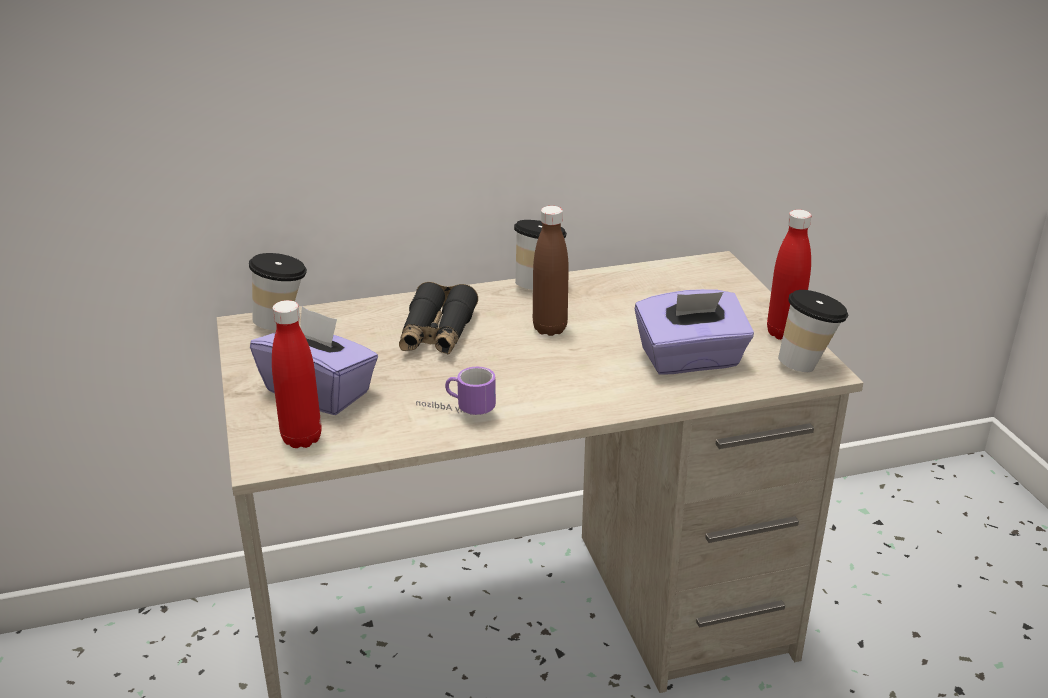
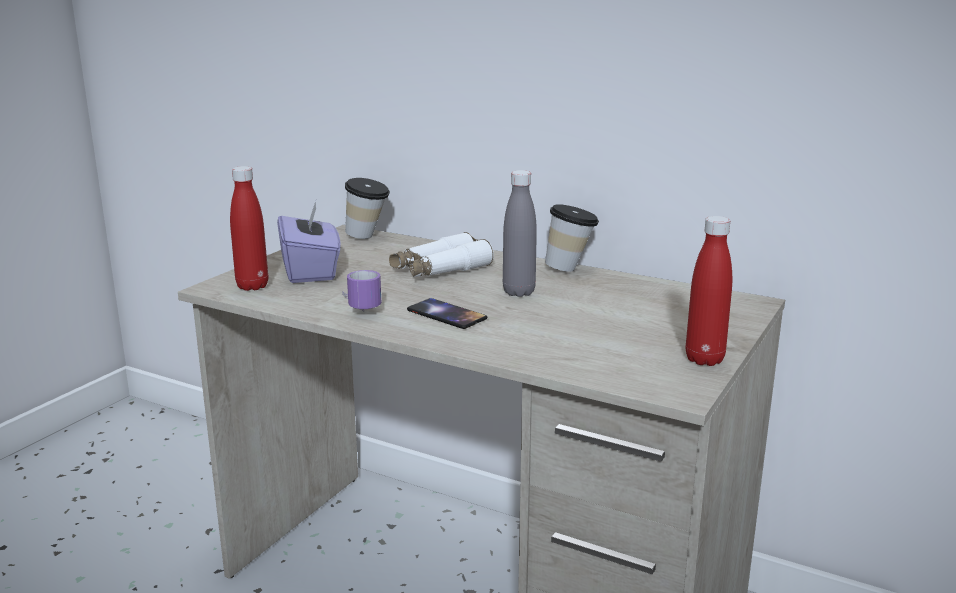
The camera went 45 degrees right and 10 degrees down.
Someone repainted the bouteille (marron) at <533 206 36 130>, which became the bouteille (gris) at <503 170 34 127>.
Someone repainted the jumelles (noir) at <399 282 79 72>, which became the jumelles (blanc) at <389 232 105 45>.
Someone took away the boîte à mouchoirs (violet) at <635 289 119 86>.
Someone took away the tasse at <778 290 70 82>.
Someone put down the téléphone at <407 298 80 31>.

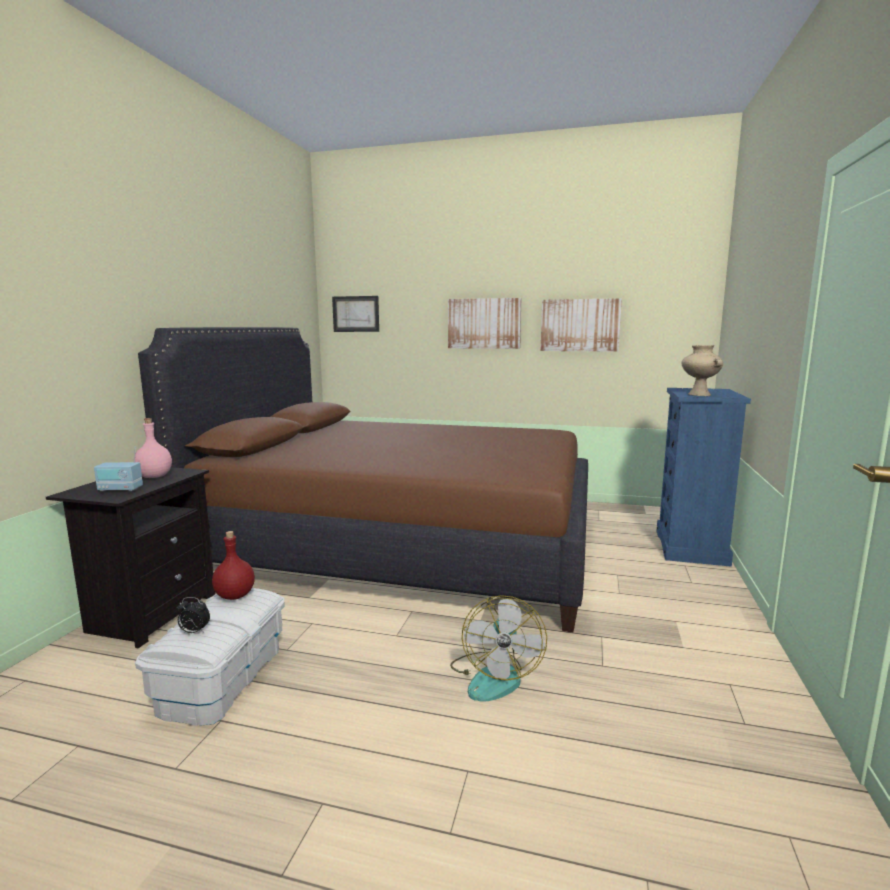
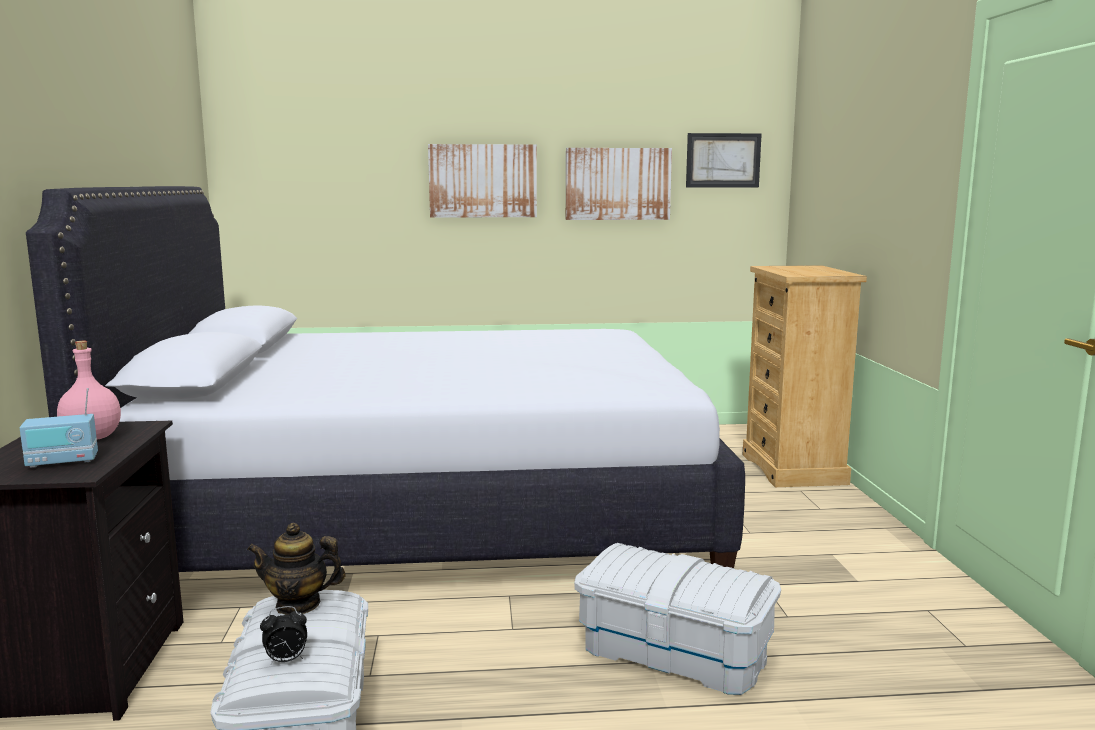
The camera went 20 degrees left and 0 degrees up.
Someone carried the tableau from <332 296 47 36> to <686 133 76 55>.
Someone repainted the lit (marron) at <138 327 450 305>, which became the lit (blanc) at <26 186 719 386>.
Someone took away the vase (beige) at <681 345 42 51>.
Someone repainted the commode (bleu) at <656 388 95 179>, which became the commode (beige) at <743 265 124 222>.
Someone swapped the bouteille (rouge) at <212 531 43 69> for the théière at <247 523 99 91>.
Someone swapped the ventilateur at <450 595 97 107> for the boîte de rangement (blanc) at <574 543 207 152>.

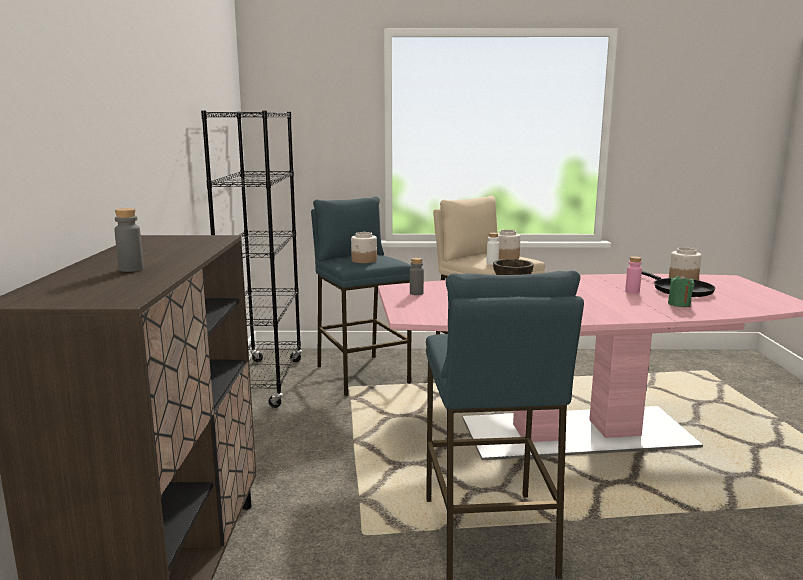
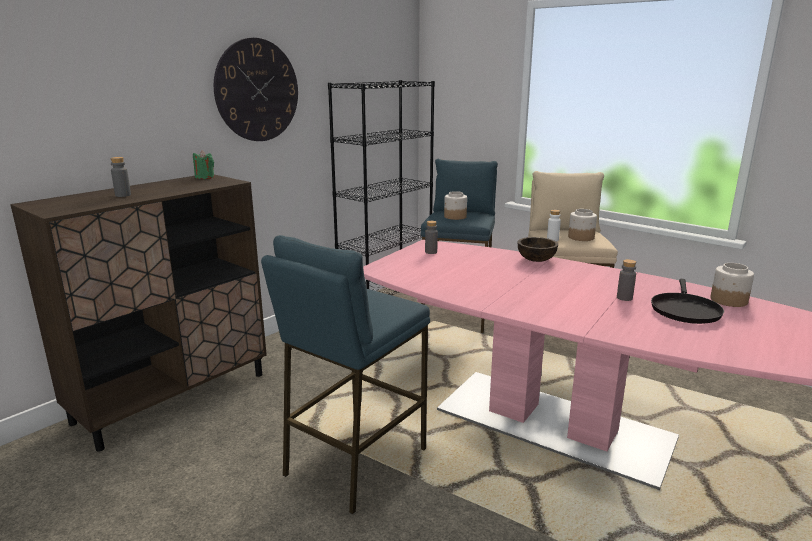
The camera went 40 degrees right and 5 degrees up.
Someone repainted the bouteille (rose) at <625 256 17 38>, which became the bouteille (gris) at <617 259 19 42>.
Someone carried the bougie (vert) from <668 274 26 33> to <193 150 21 29>.
Someone put up the horloge murale at <214 38 84 103>.

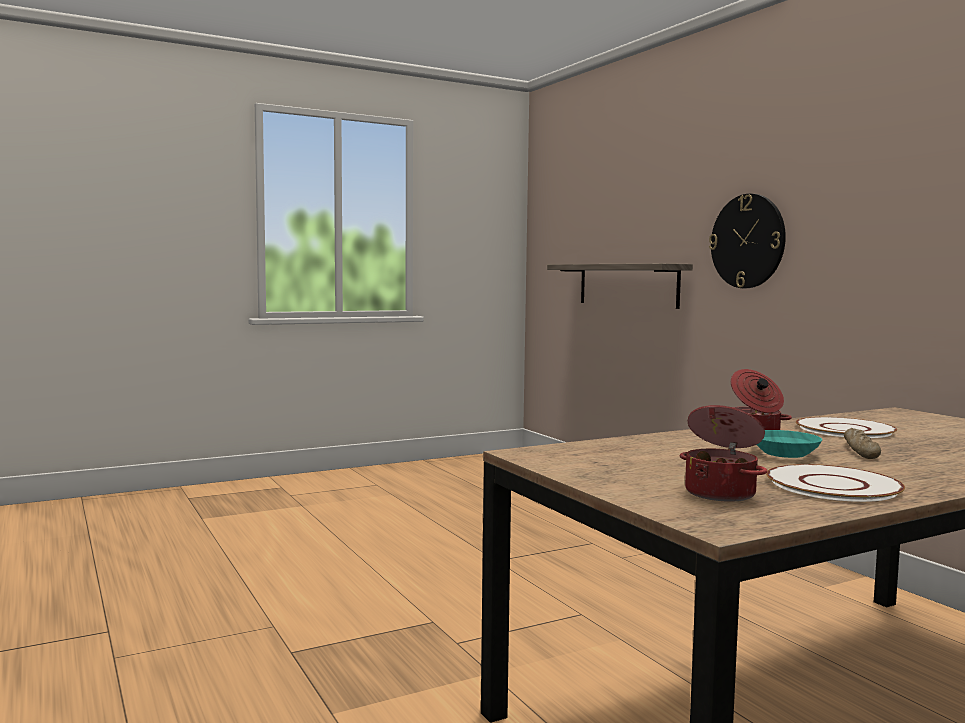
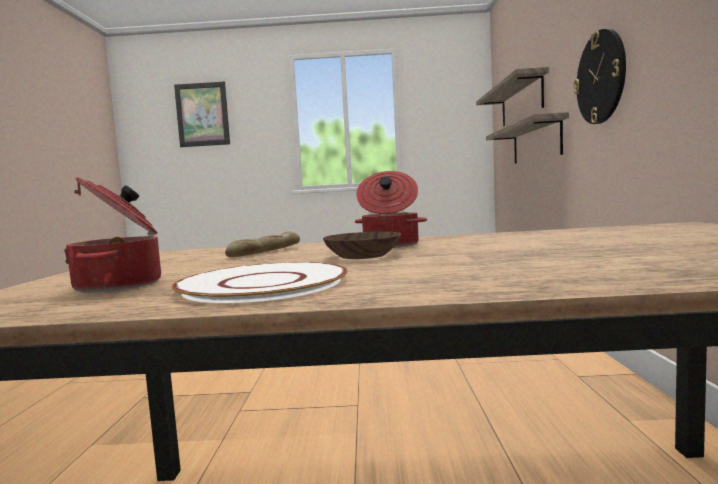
The camera went 30 degrees right and 0 degrees up.
Someone took away the assiette (blanc) at <796 417 101 21>.
Someone carried the pain from <844 428 37 31> to <225 231 75 26>.
Someone repainted the bol (turquoise) at <757 430 65 28>, which became the bol (marron) at <323 232 78 27>.
Someone put up the étagère at <476 67 73 59>.
Someone put up the tableau at <174 82 56 65>.

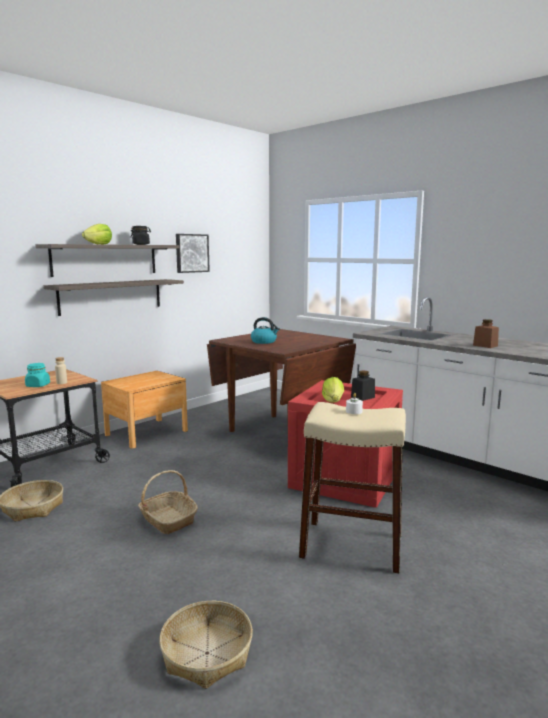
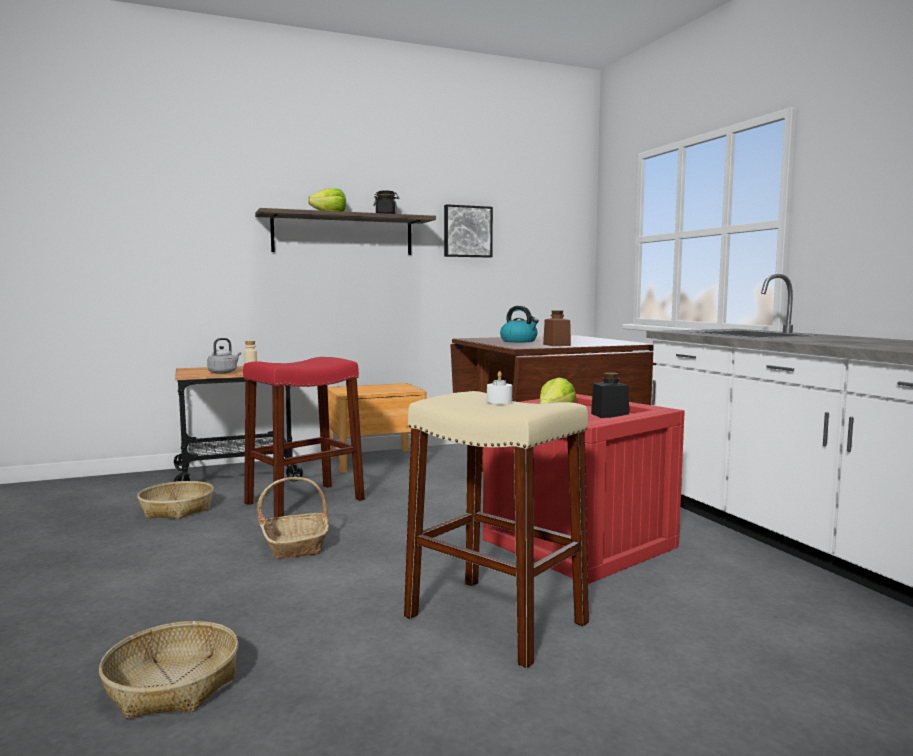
The camera went 25 degrees right and 5 degrees down.
Someone took away the étagère at <44 279 140 37>.
Someone carried the bocal (marron) from <473 319 26 29> to <543 310 28 36>.
Someone swapped the bocal (turquoise) at <25 363 25 24> for the bouilloire (gris) at <207 338 34 36>.
Someone put down the tabouret (rouge) at <243 357 122 161>.

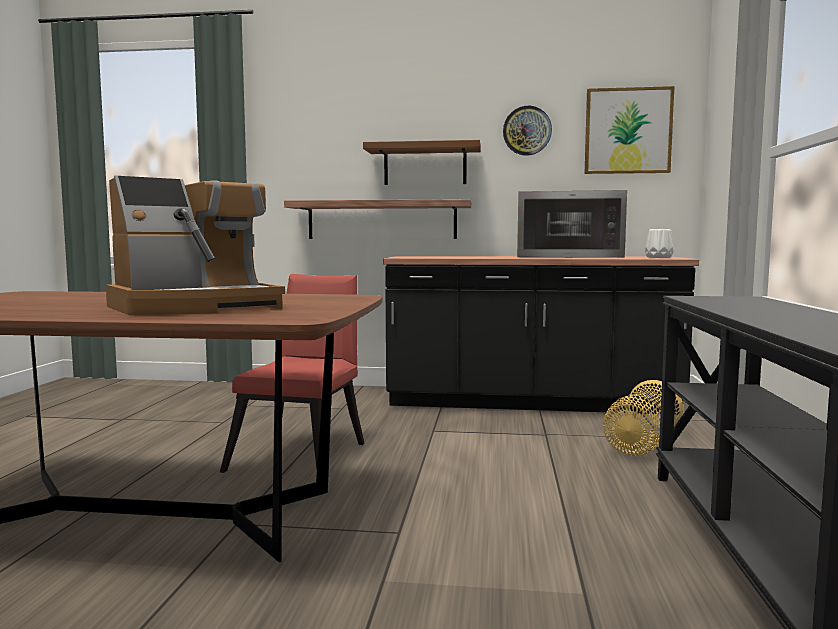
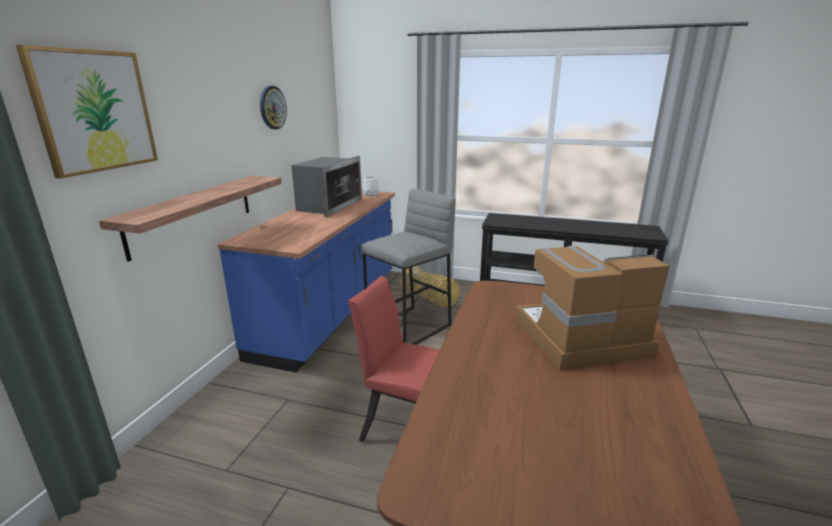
The camera went 80 degrees left and 15 degrees up.
Someone carried the tableau from <585 86 89 88> to <16 45 142 134>.
Someone took away the étagère (marron) at <363 140 118 45>.
Someone rotated the machine à café at <106 176 179 139> by 75 degrees counterclockwise.
Someone repainted the comptoir de cuisine (noir) at <383 255 316 160>, which became the comptoir de cuisine (bleu) at <218 190 177 182>.
Someone put down the tabouret (gris) at <361 189 95 156>.

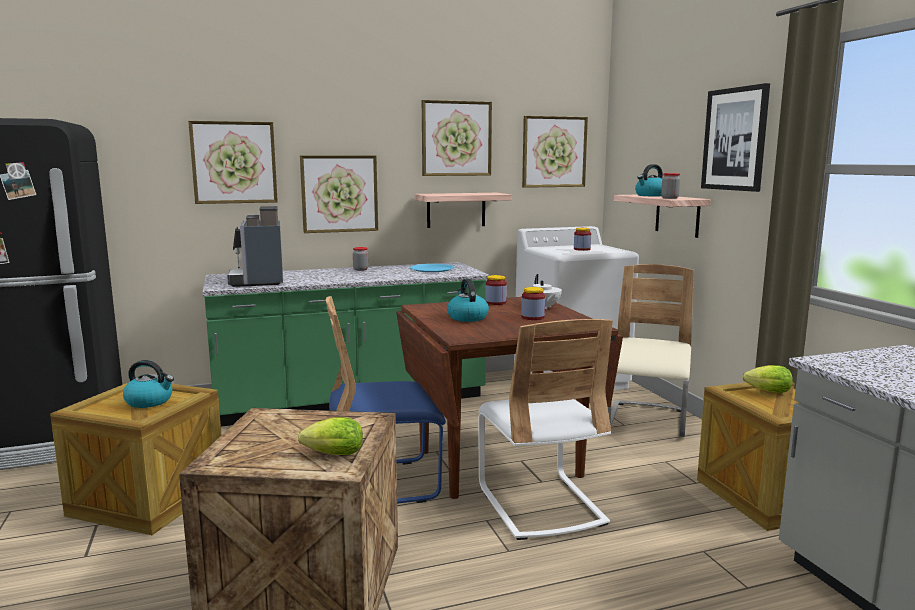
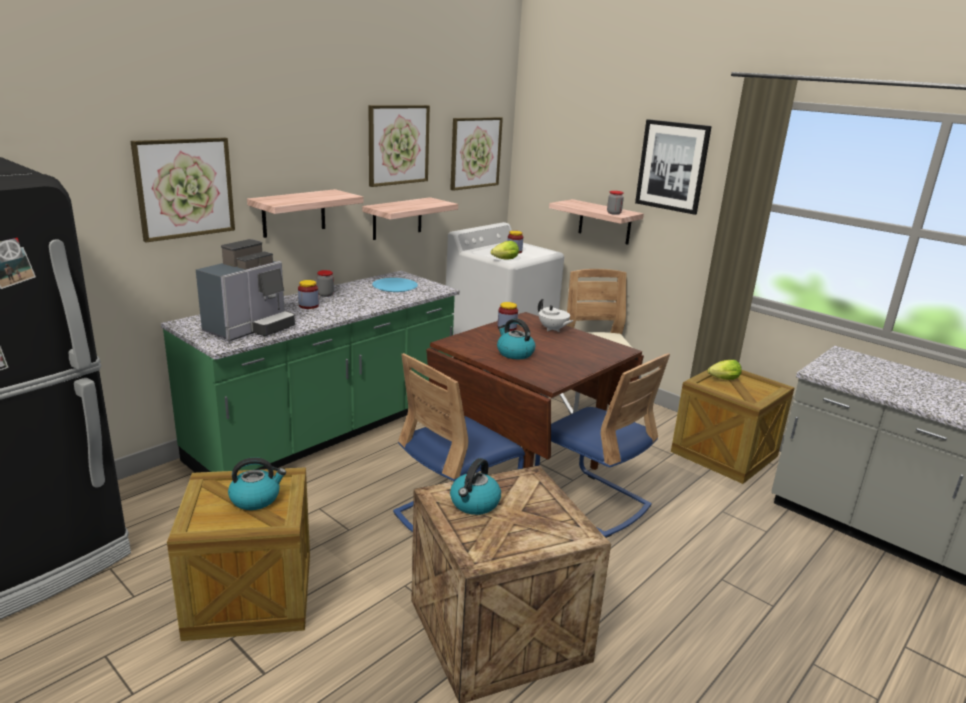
The camera went 30 degrees left and 10 degrees up.
Someone swapped the tableau at <300 155 78 78> for the étagère at <247 189 117 49>.
Someone carried the bouilloire from <635 164 28 32> to <450 458 51 57>.
Someone rotated the machine à café at <227 206 56 81> by 105 degrees counterclockwise.
Someone carried the bocal from <521 287 24 33> to <298 280 21 29>.
Someone repainted the chaise (blanc) at <478 319 135 221>, which became the chaise (bleu) at <535 353 135 185>.
Someone carried the laitue from <298 417 65 38> to <491 241 28 19>.

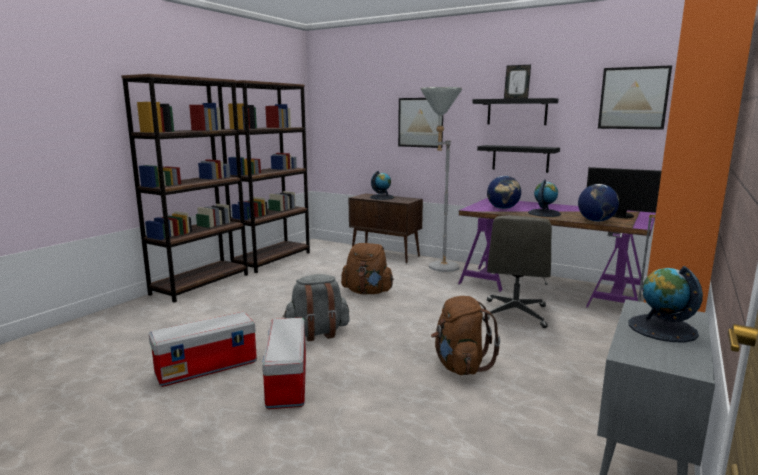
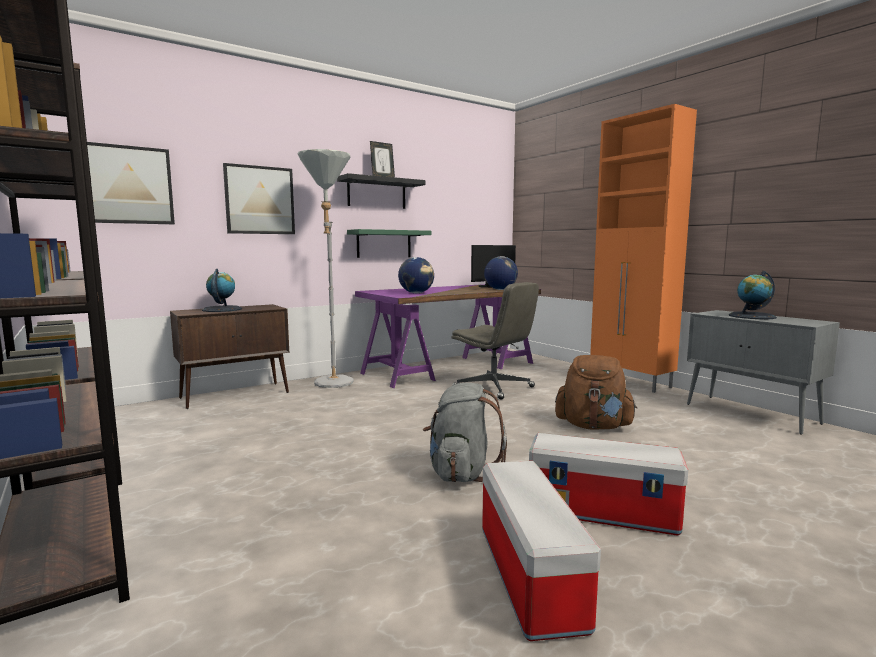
The camera went 65 degrees left and 5 degrees down.
Someone carried the tableau from <598 65 74 65> to <87 142 88 82>.
Someone repainted the étagère (noir) at <477 145 83 28>, which became the étagère (vert) at <347 229 84 29>.
Someone took away the globe at <528 179 33 38>.
Someone took away the sac à dos (marron) at <341 243 53 51>.

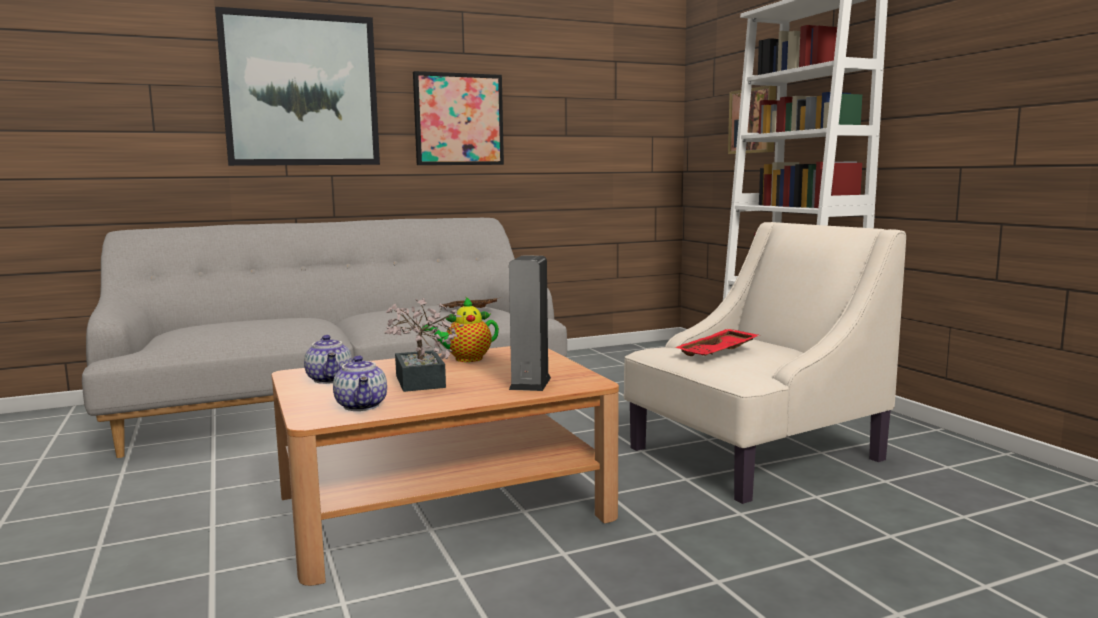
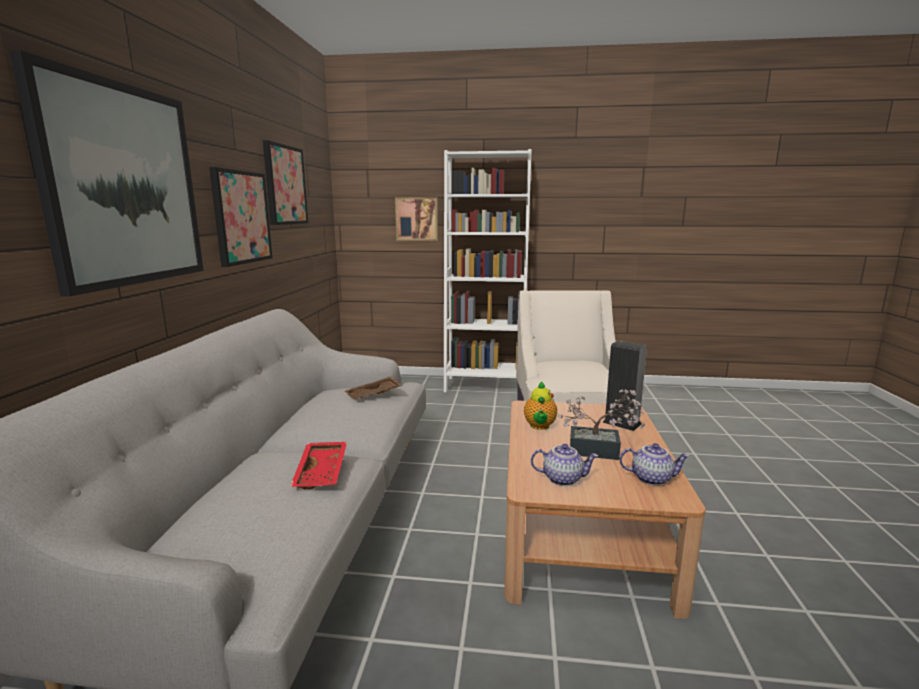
The camera went 60 degrees left and 5 degrees up.
Someone carried the plateau (rouge) from <674 329 85 27> to <290 442 57 47>.
Someone put up the tableau at <263 140 45 85>.

